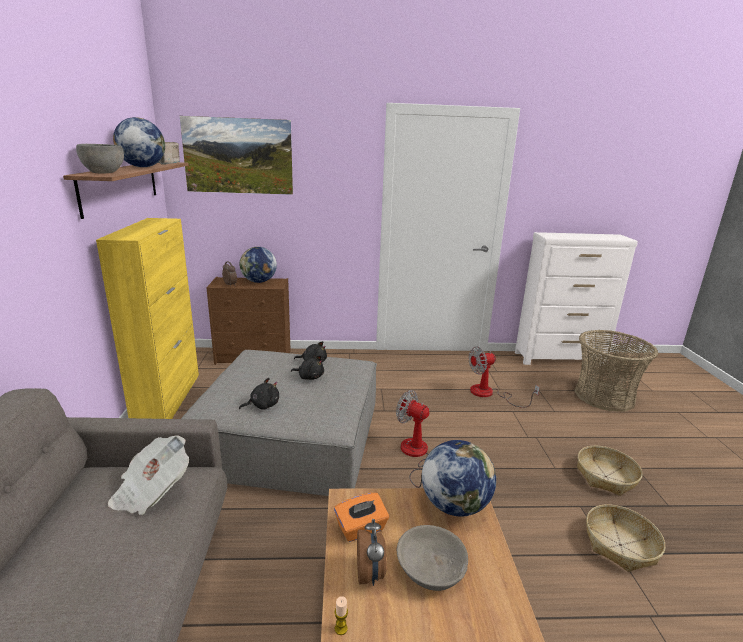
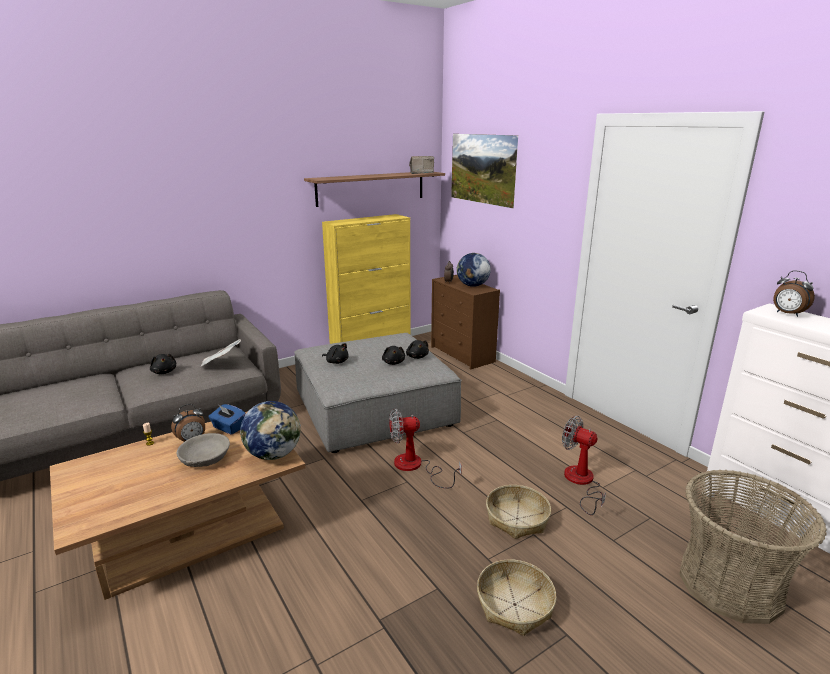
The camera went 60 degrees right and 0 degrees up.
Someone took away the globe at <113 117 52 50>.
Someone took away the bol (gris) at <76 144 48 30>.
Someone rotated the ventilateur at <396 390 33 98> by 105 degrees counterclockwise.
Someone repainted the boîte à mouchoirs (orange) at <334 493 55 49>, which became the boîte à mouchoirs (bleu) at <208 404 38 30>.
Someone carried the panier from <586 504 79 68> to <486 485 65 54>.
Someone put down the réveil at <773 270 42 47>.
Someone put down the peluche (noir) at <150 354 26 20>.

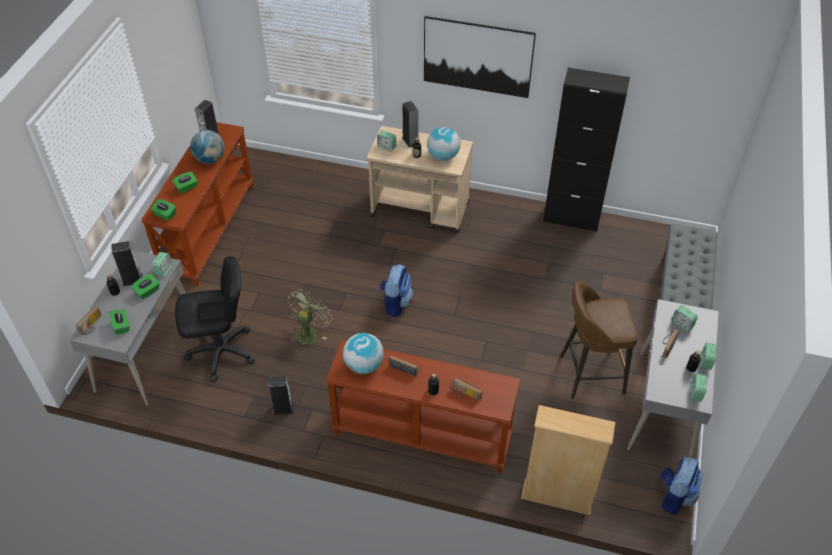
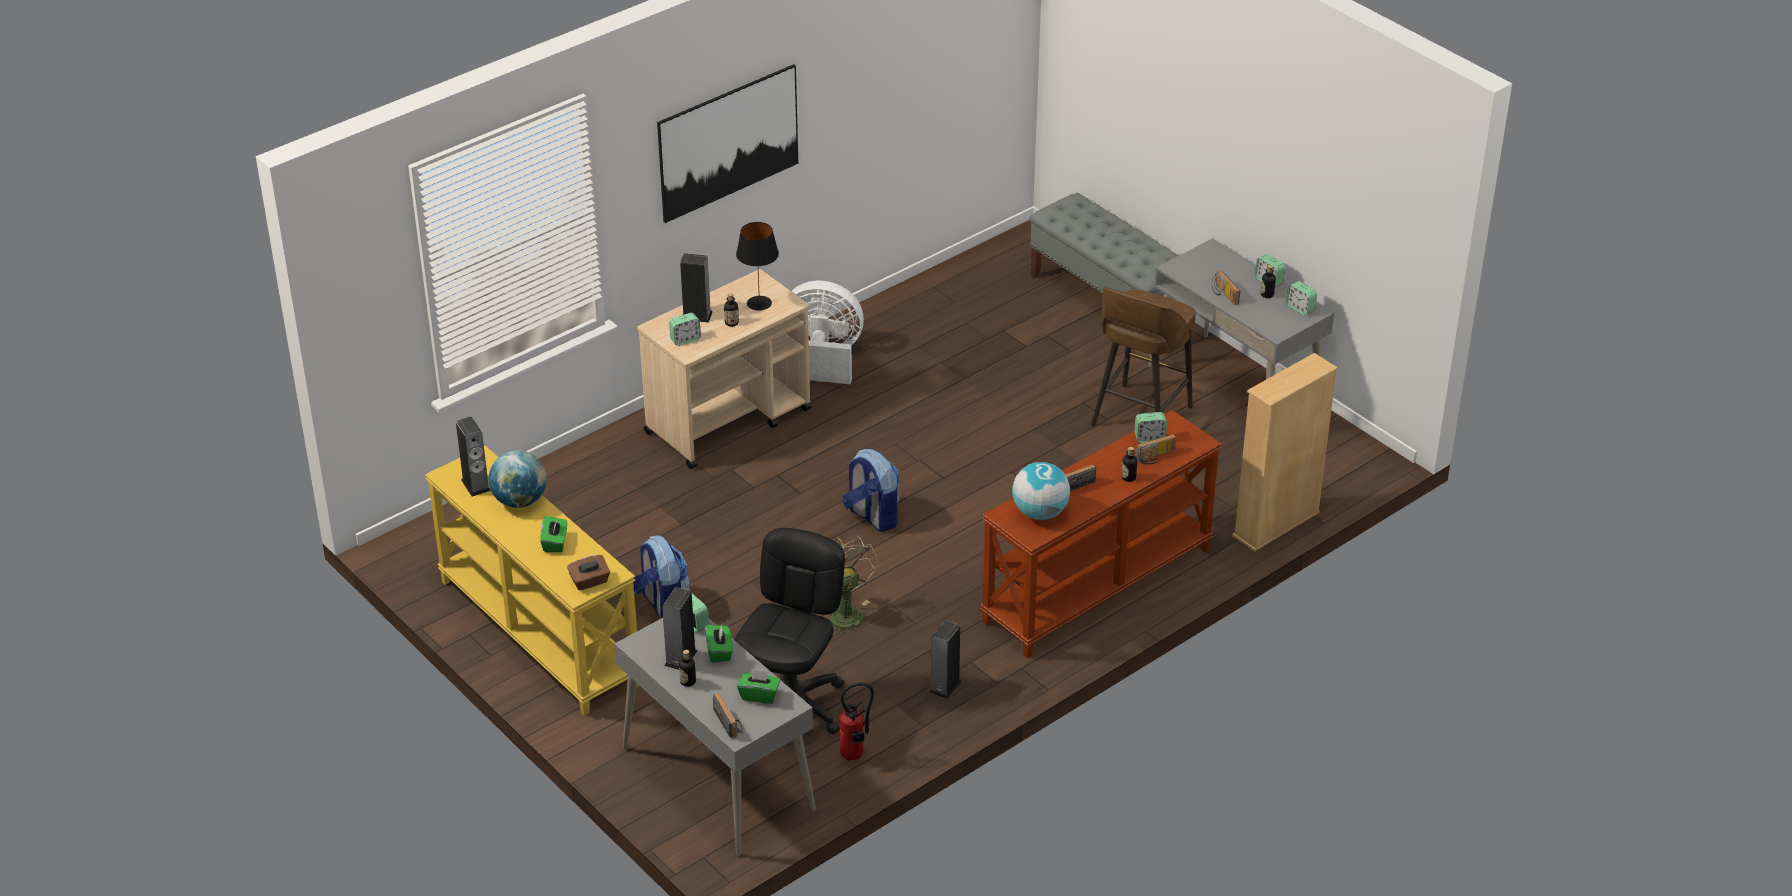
The camera went 55 degrees left and 10 degrees down.
Someone took away the meuble de rangement (noir) at <543 68 87 164>.
Someone repainted the table console (marron) at <141 122 113 164>, which became the table console (jaune) at <425 446 214 270>.
Someone swapped the globe at <427 127 33 34> for the lampe de table (noir) at <736 222 43 89>.
Someone repainted the boîte à mouchoirs (vert) at <151 199 25 22>, which became the boîte à mouchoirs (marron) at <567 555 43 36>.
Someone carried the réveil from <672 305 26 26> to <1135 412 32 31>.
Someone carried the sac à dos from <660 457 42 58> to <633 535 57 84>.
Someone put down the ventilateur (blanc) at <792 281 72 103>.
Someone put down the extincteur at <840 682 34 79>.

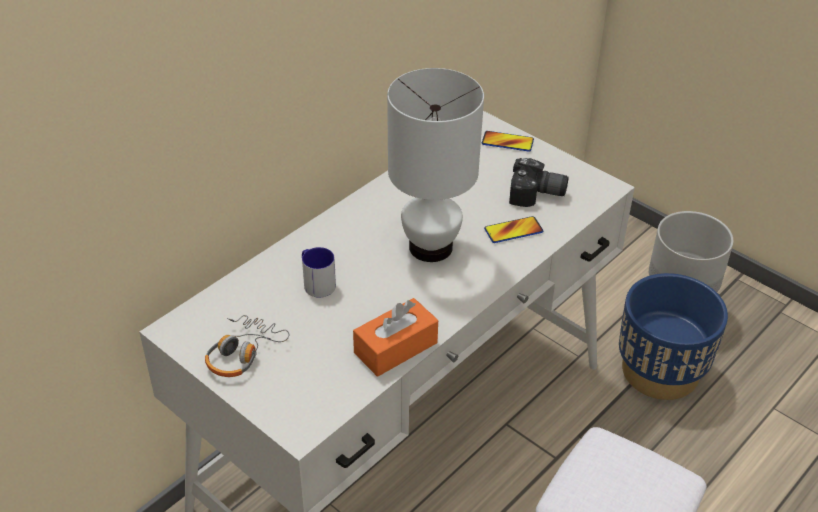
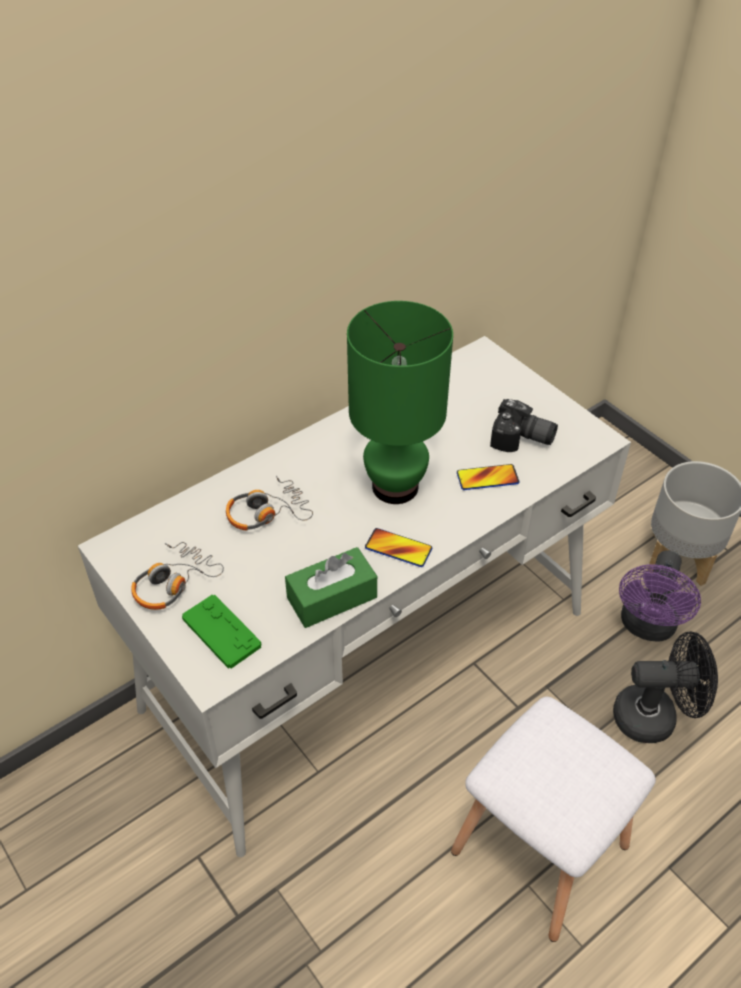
The camera went 10 degrees right and 5 degrees up.
Someone repainted the lampe de table (blanc) at <387 68 97 194>, which became the lampe de table (vert) at <347 301 106 203>.
Someone carried the téléphone from <482 131 52 21> to <365 528 67 39>.
Someone swapped the mug at <302 247 34 51> for the casque audio at <226 476 87 54>.
Someone swapped the cache-pot (bleu) at <619 273 109 127> for the ventilateur (violet) at <619 550 82 92>.
Someone repainted the boîte à mouchoirs (orange) at <353 298 85 79>, which became the boîte à mouchoirs (vert) at <285 547 92 81>.
Someone put down the manette (vert) at <182 595 79 74>.
Someone put down the ventilateur (noir) at <613 631 105 112>.

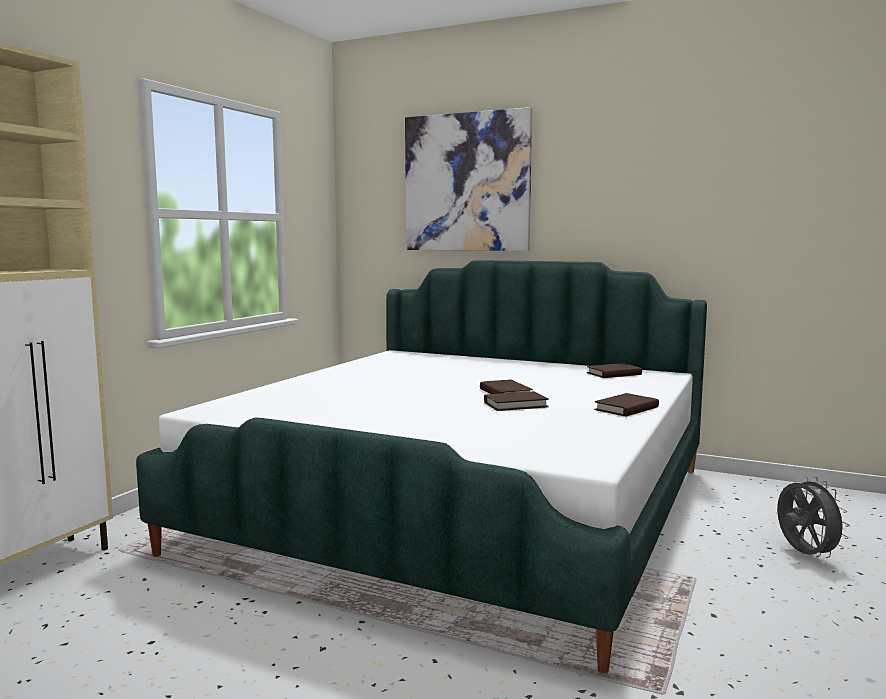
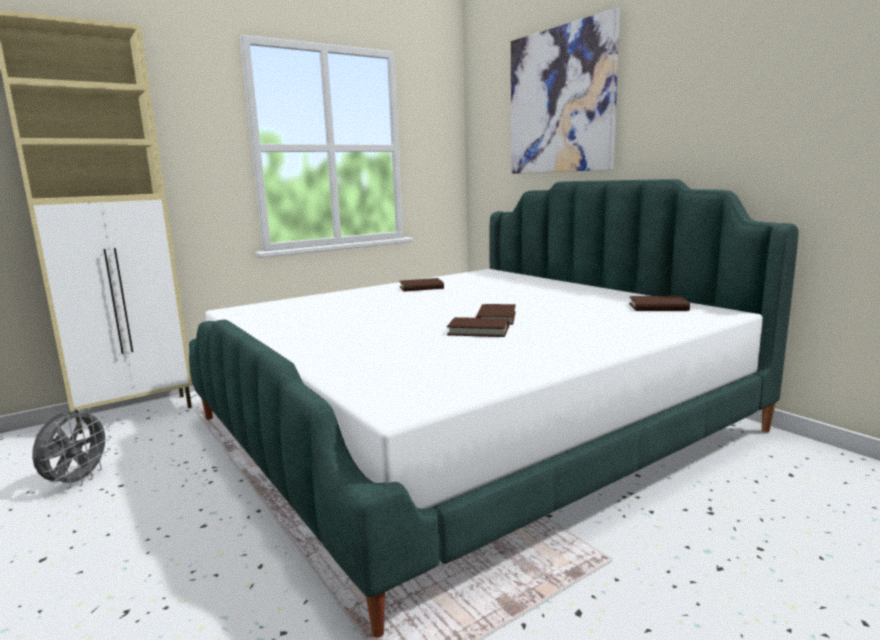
The camera went 30 degrees right and 5 degrees up.
Someone carried the livre (marron) from <594 393 65 24> to <399 278 45 14>.
Someone carried the ventilateur (gris) from <777 477 73 81> to <32 408 80 80>.

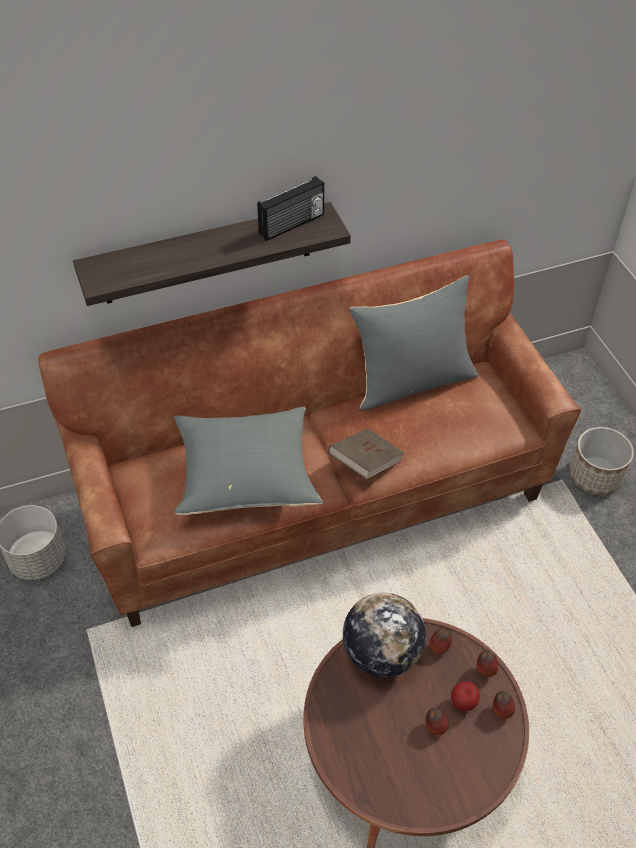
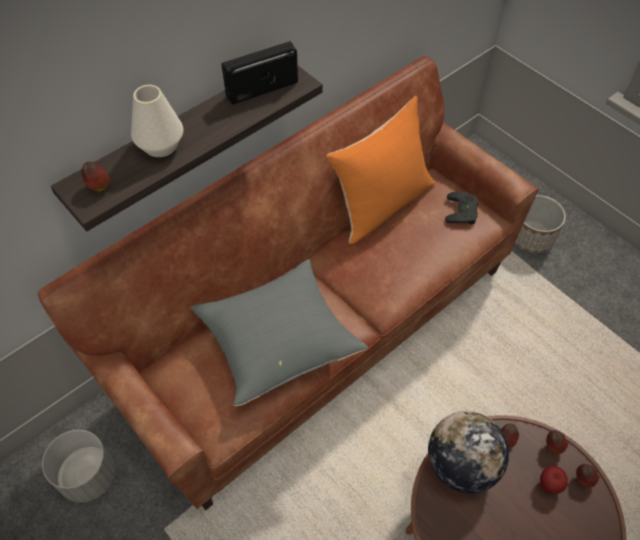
The camera went 20 degrees left and 5 degrees up.
Someone rotated the radio at <257 176 68 65> by 150 degrees counterclockwise.
Someone repainted the coussin (gris) at <349 275 129 135>, which became the coussin (orange) at <326 96 109 148>.
Someone took away the livre (marron) at <328 428 77 51>.
Someone carried the pomme from <426 708 23 27> to <81 162 29 29>.
Someone put down the vase (blanc) at <131 85 52 72>.
Someone put down the manette (noir) at <445 192 33 32>.

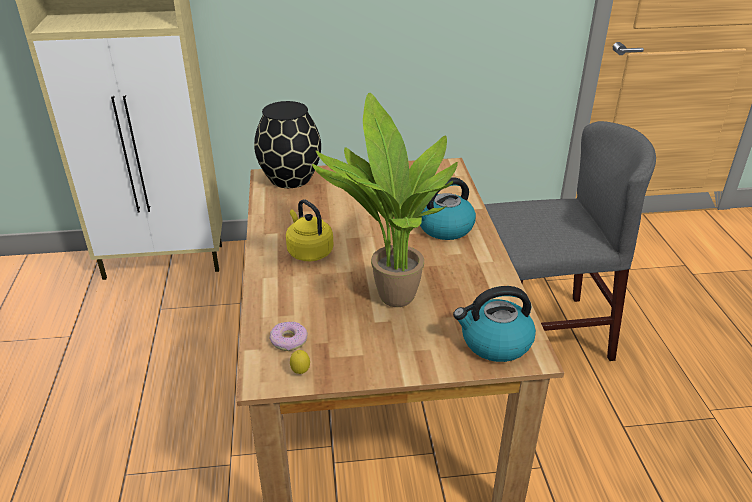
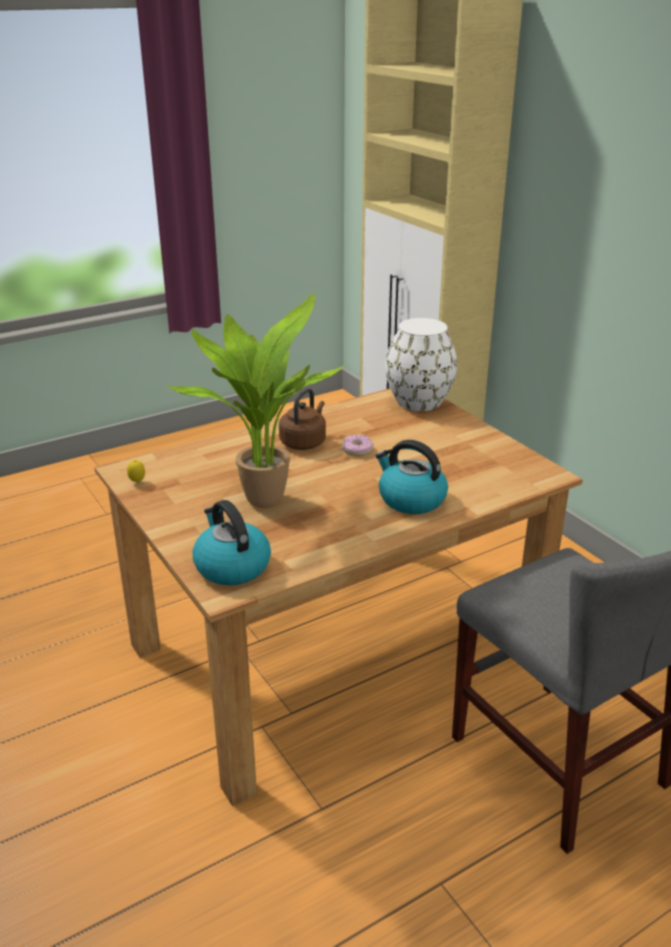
The camera went 65 degrees right and 5 degrees down.
Someone repainted the vase (noir) at <254 101 67 87>, which became the vase (blanc) at <385 318 72 93>.
Someone repainted the bouilloire (jaune) at <286 199 47 62>, which became the bouilloire (marron) at <279 388 47 62>.
Someone carried the beignet from <269 321 39 30> to <342 435 31 21>.

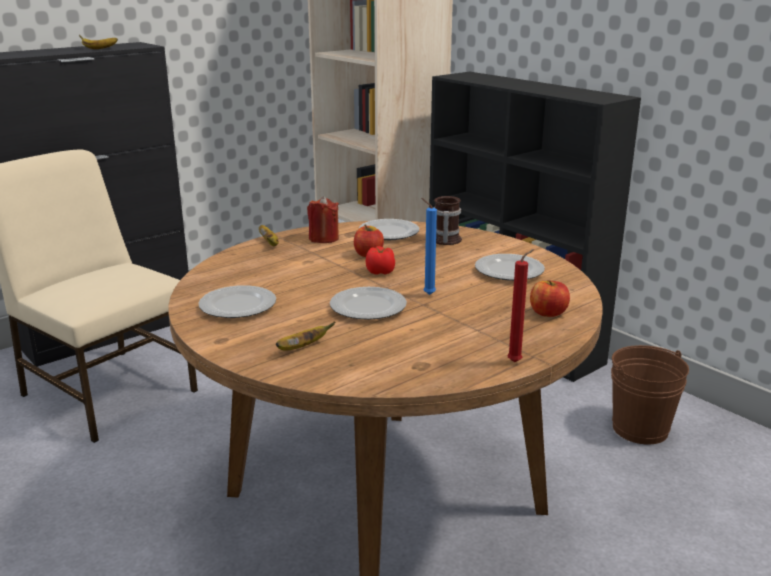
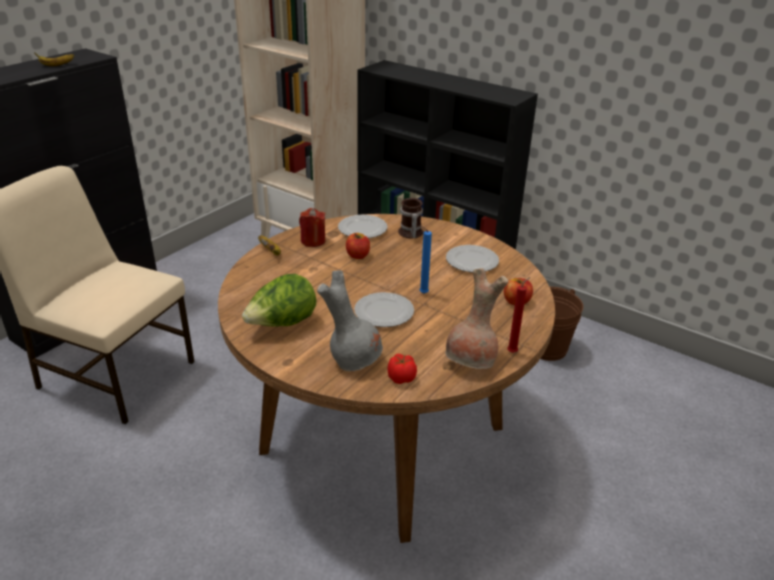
The camera went 15 degrees left and 10 degrees up.
Someone carried the tomate from <366 246 29 29> to <387 354 30 30>.
Someone swapped the assiette at <198 285 78 33> for the laitue at <242 274 74 53>.
Someone swapped the banane at <276 322 59 29> for the vase (gris) at <317 271 66 101>.
Someone put down the vase (marron) at <445 268 63 101>.

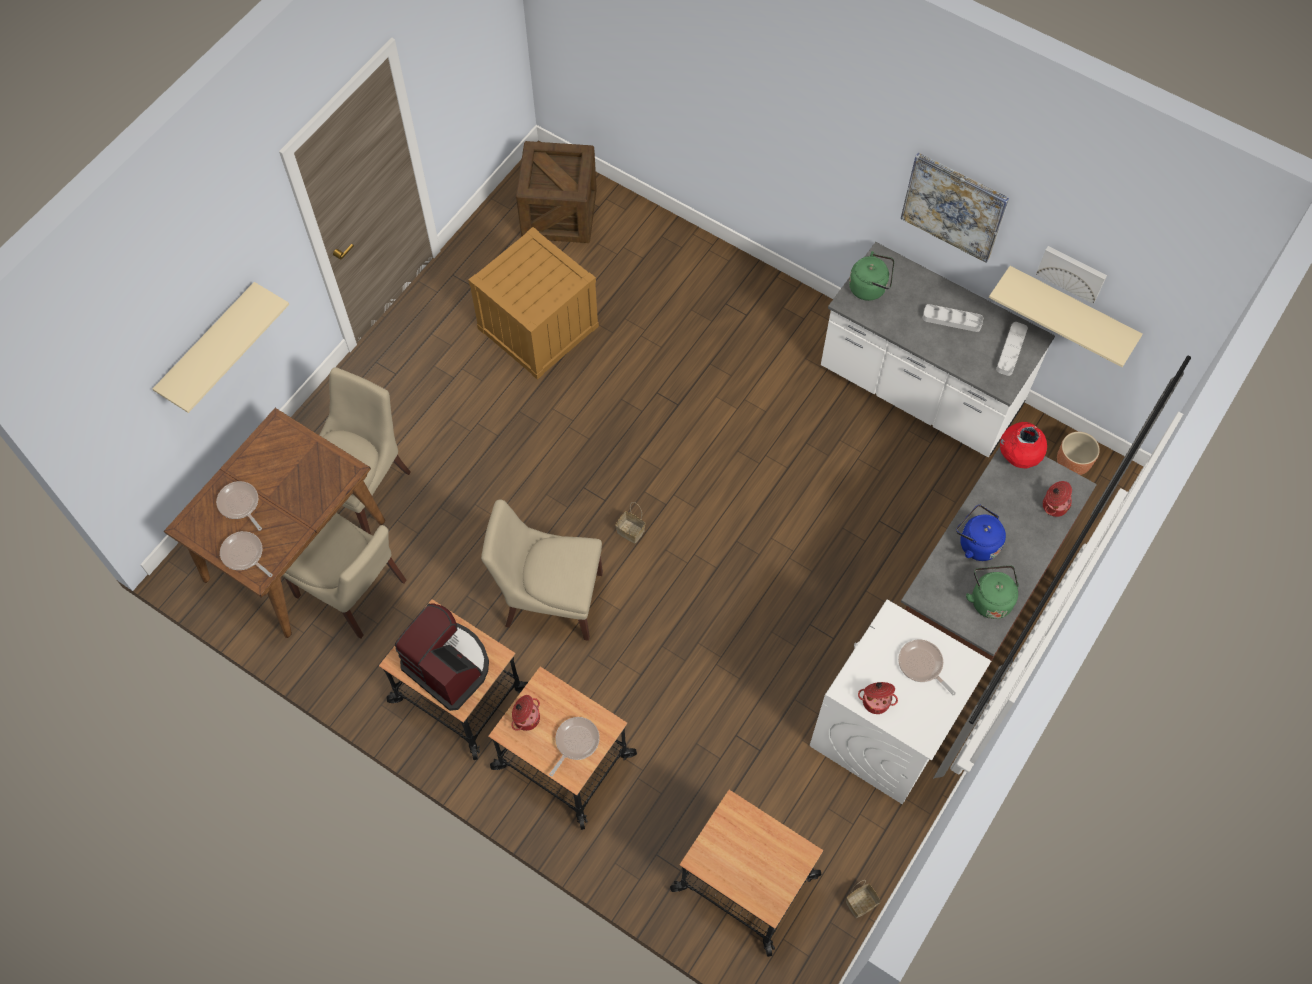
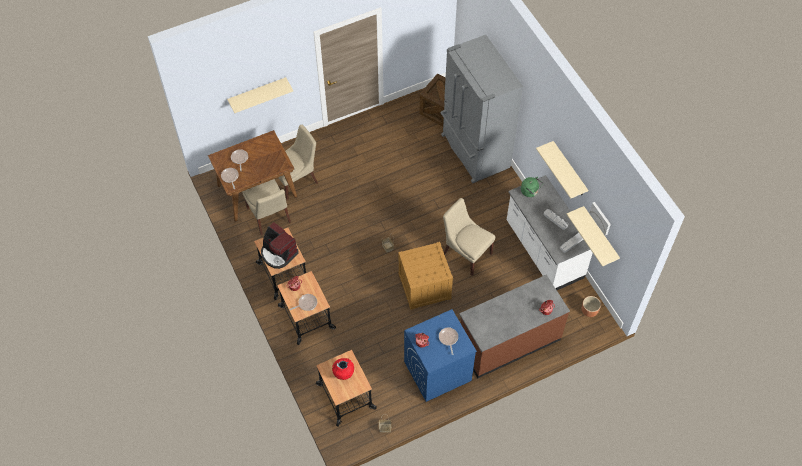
The camera went 30 degrees right and 5 degrees down.
Someone swapped the tableau at <901 152 108 111> for the étagère (beige) at <536 141 52 58>.
Someone carried the caisse from <468 227 131 153> to <398 242 55 68>.
Someone carried the vase (rouge) from <1000 422 47 47> to <332 358 22 22>.
Someone carried the chaise (beige) from <481 500 122 141> to <443 198 52 78>.
Someone took away the bouilloire (bleu) at <956 505 50 56>.
Someone took away the bouilloire (vert) at <966 565 53 54>.
Someone repainted the lave-linge (blanc) at <809 600 182 204>, which became the lave-linge (bleu) at <404 309 73 93>.
Someone rotated the machine à café at <395 603 94 108> by 150 degrees clockwise.
Someone put down the réfrigérateur (gris) at <440 35 83 148>.

